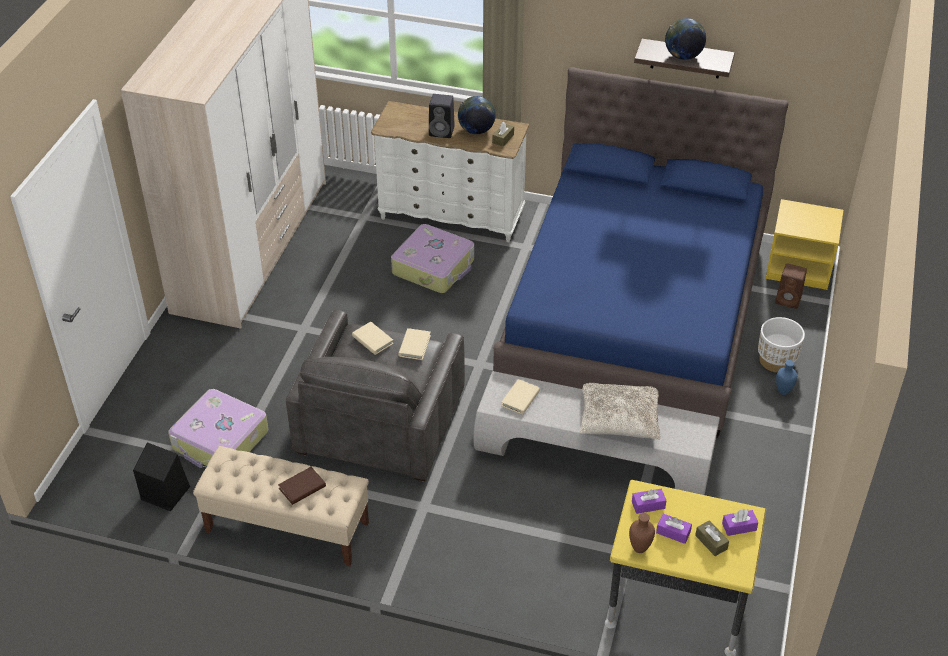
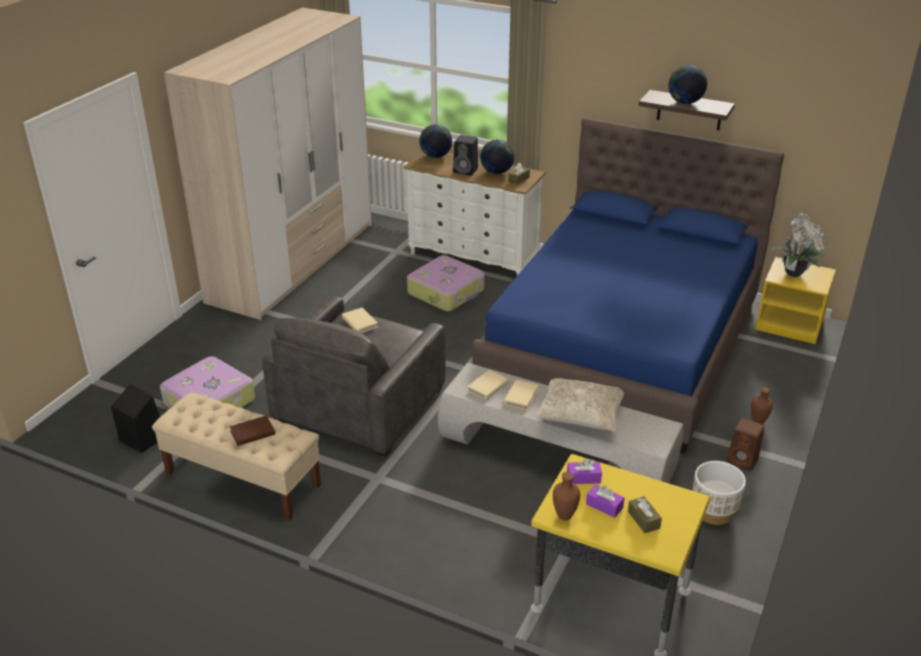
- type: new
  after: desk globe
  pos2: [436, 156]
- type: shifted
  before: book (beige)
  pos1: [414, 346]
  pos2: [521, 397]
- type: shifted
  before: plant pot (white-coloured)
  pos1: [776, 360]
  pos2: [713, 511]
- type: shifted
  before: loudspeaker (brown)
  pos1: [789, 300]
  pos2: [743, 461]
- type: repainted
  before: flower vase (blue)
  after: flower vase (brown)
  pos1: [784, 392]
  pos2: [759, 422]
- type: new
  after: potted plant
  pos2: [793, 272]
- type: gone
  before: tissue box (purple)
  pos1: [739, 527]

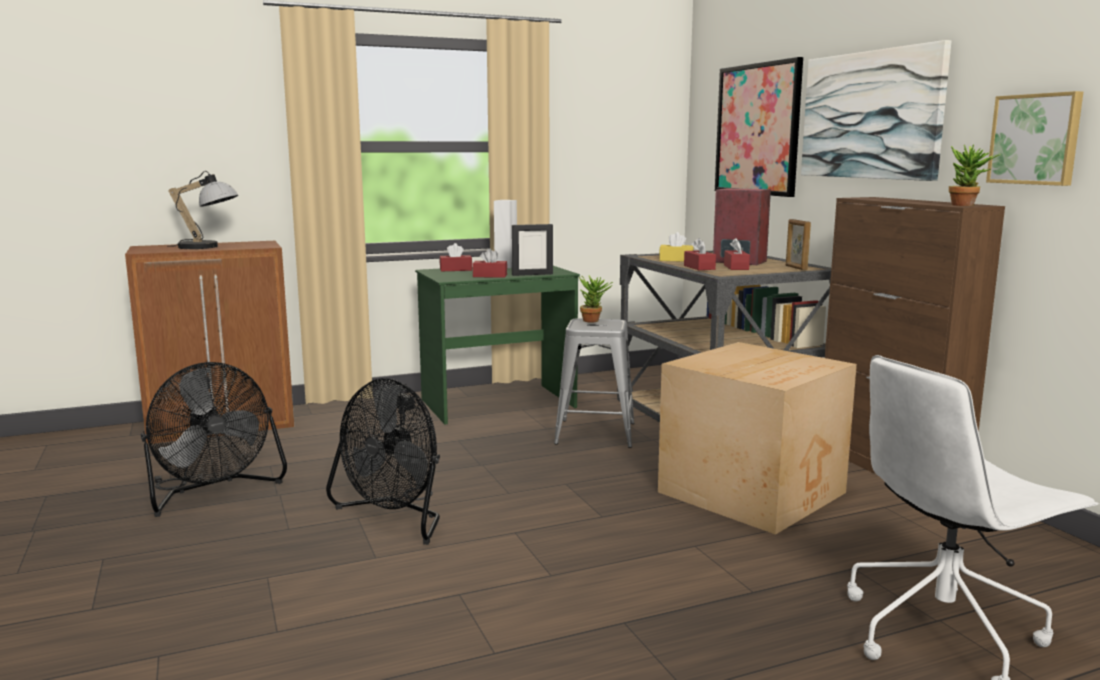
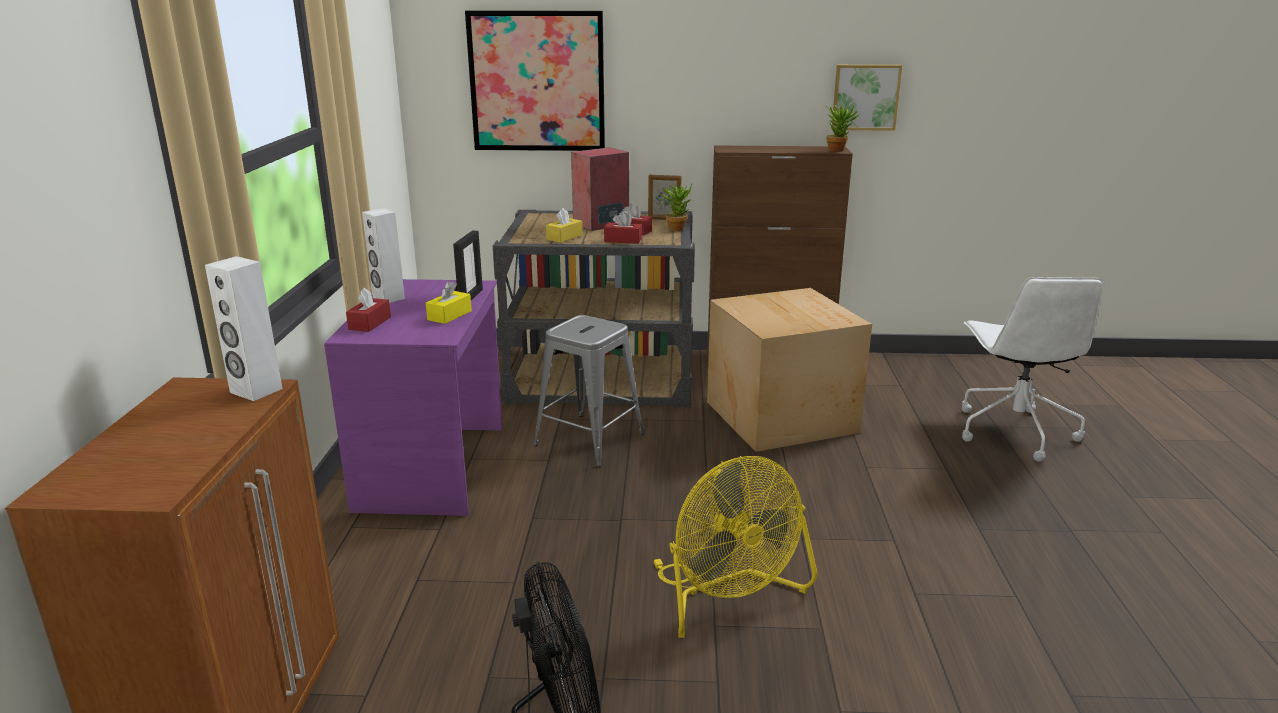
- type: new
  after: loudspeaker (white-coloured)
  pos2: [255, 391]
- type: repainted
  before: desk (green)
  after: desk (purple)
  pos1: [498, 404]
  pos2: [434, 467]
- type: repainted
  before: tissue box (red-coloured)
  after: tissue box (yellow-coloured)
  pos1: [490, 276]
  pos2: [449, 315]
- type: repainted
  before: cooling fan (blackish)
  after: cooling fan (yellow-coloured)
  pos1: [397, 515]
  pos2: [723, 597]
- type: shifted
  before: potted plant
  pos1: [594, 320]
  pos2: [677, 228]
- type: gone
  before: tabletop lamp
  pos1: [208, 247]
- type: gone
  before: wall art
  pos1: [870, 115]

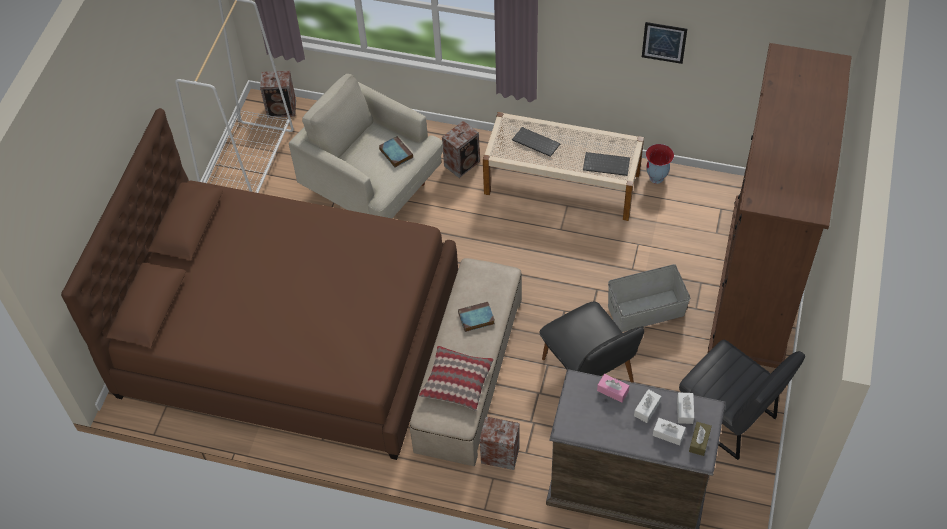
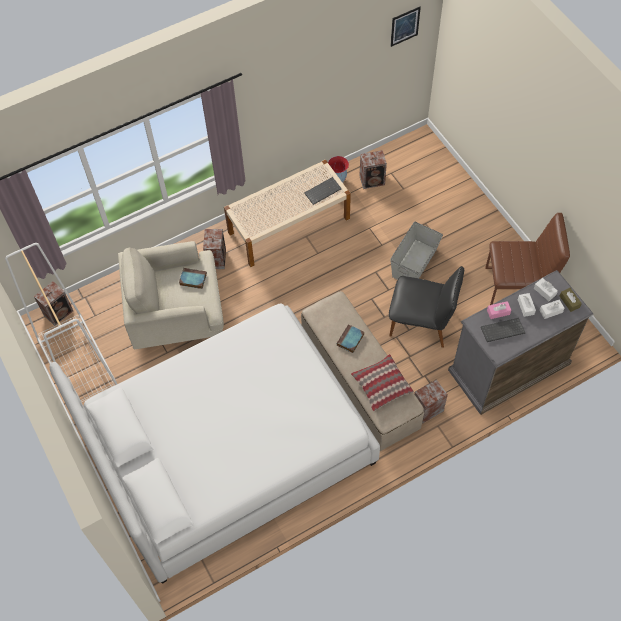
- type: repainted
  before: sleeping bed (brown)
  after: sleeping bed (white-coloured)
  pos1: [289, 335]
  pos2: [229, 448]
- type: new
  after: loudspeaker
  pos2: [373, 180]
- type: shifted
  before: wall art
  pos1: [664, 42]
  pos2: [405, 26]
- type: shifted
  before: keyboard
  pos1: [535, 143]
  pos2: [502, 331]
- type: repainted
  before: plain chair (grey)
  after: plain chair (brown)
  pos1: [728, 417]
  pos2: [517, 286]
- type: gone
  before: clothes cupboard (brown)
  pos1: [758, 281]

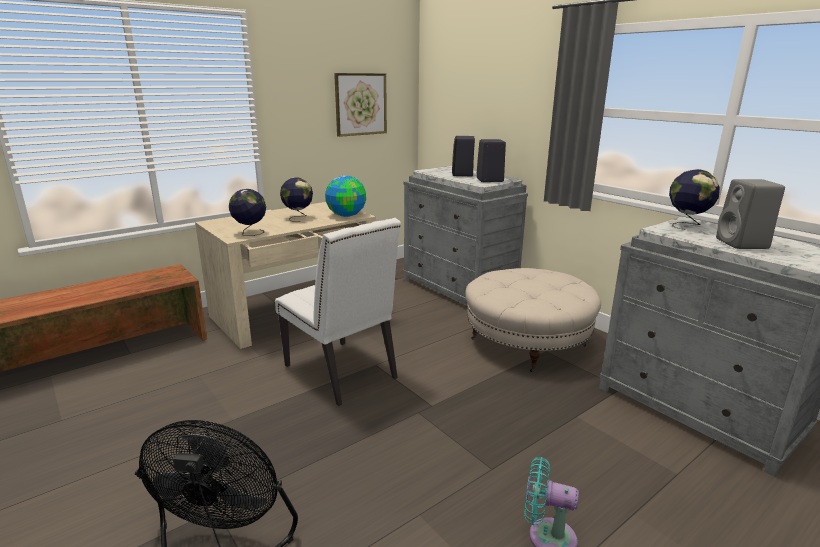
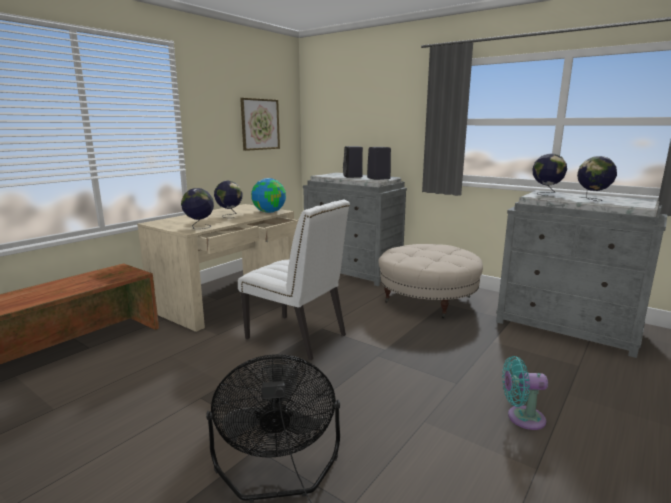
- type: swapped
  before: loudspeaker (grey)
  after: desk globe
  pos1: [743, 244]
  pos2: [592, 200]

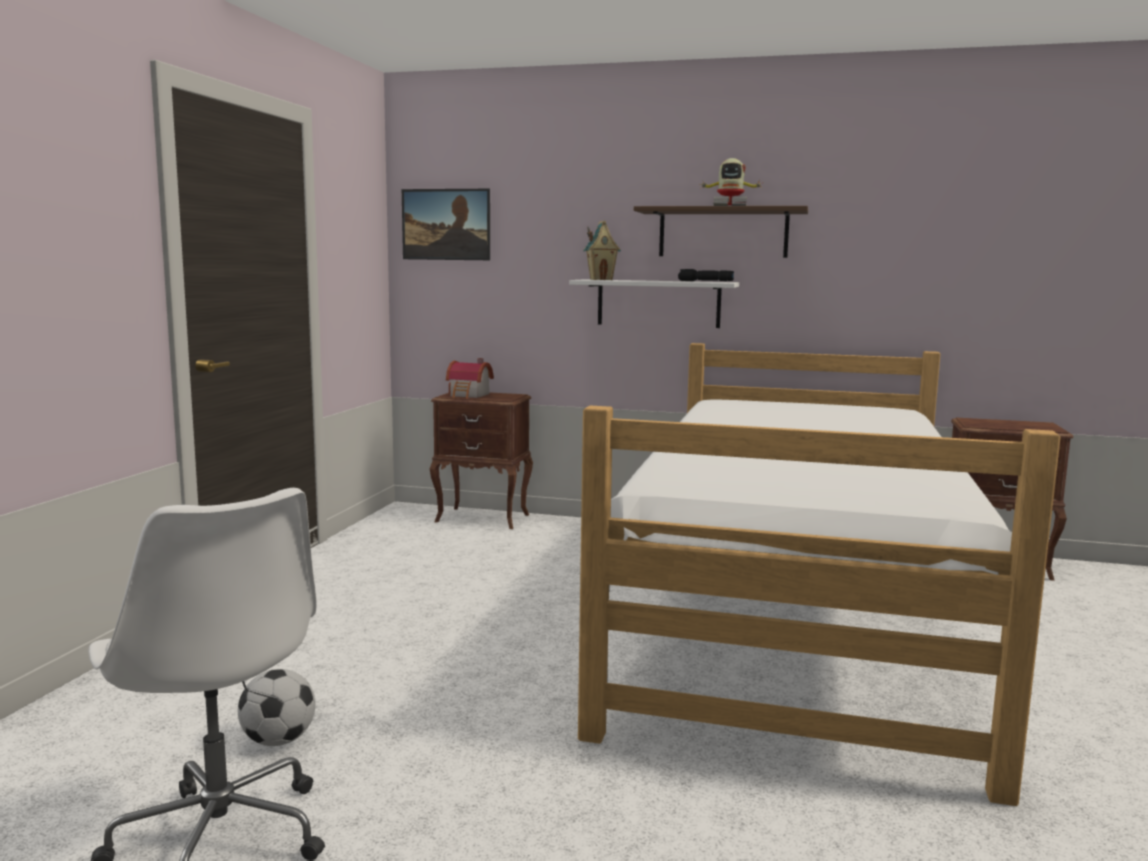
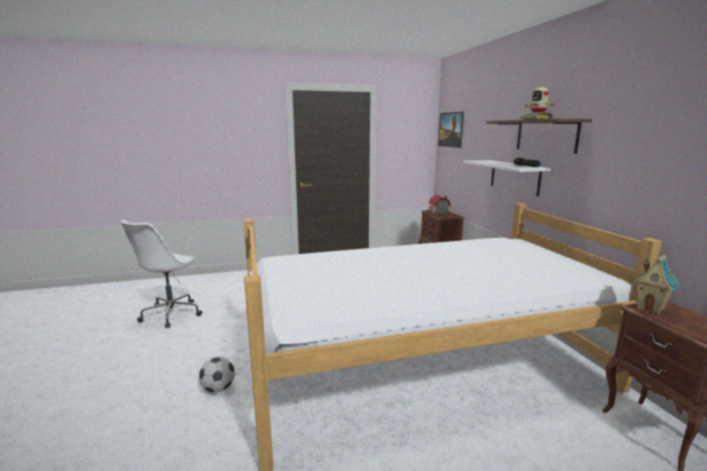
- type: shifted
  before: football ball
  pos1: [278, 741]
  pos2: [218, 388]
- type: shifted
  before: model house
  pos1: [601, 279]
  pos2: [650, 308]

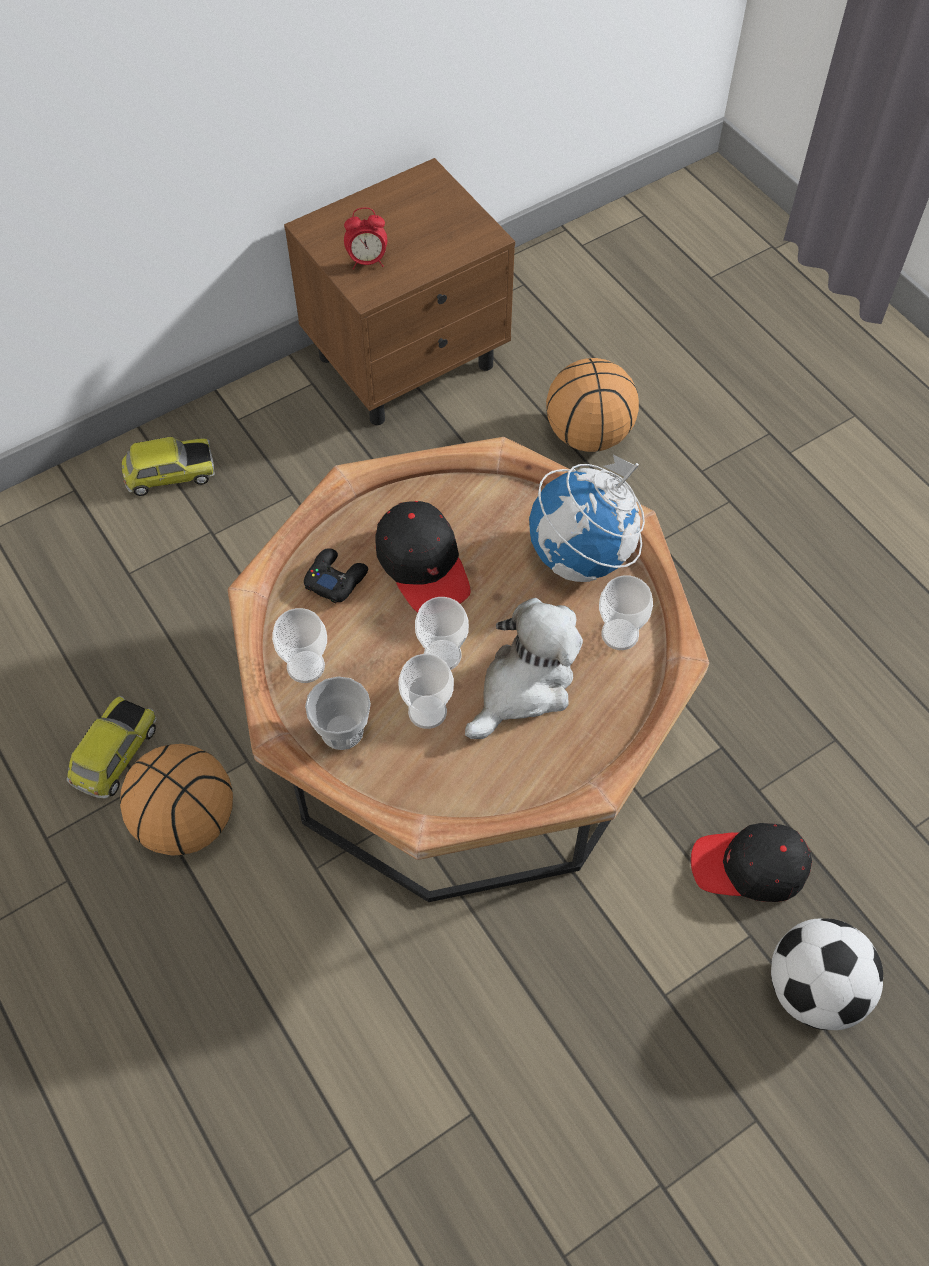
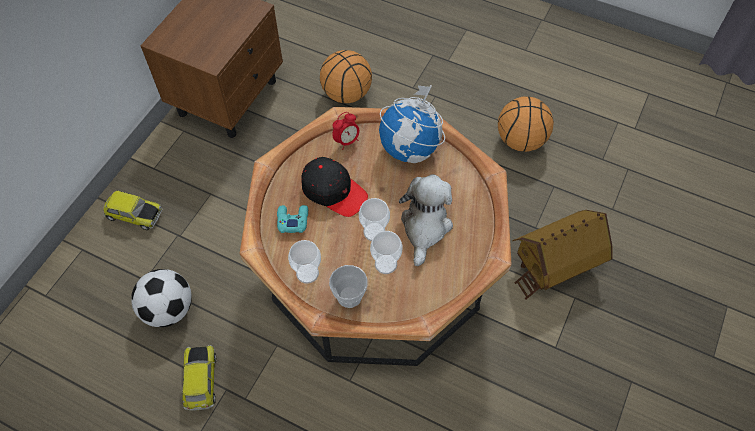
- type: rotated
  before: toy car
  pos1: [170, 474]
  pos2: [134, 215]
  turn: 60
- type: shifted
  before: football ball
  pos1: [814, 989]
  pos2: [169, 309]
- type: repainted
  before: joypad (blackish)
  after: joypad (blue-green)
  pos1: [335, 578]
  pos2: [292, 220]
- type: shifted
  before: table clock
  pos1: [367, 261]
  pos2: [346, 141]
- type: shifted
  before: ball for basketball
  pos1: [187, 822]
  pos2: [521, 141]
- type: swapped
  before: baseball cap (blackish)
  after: model house
  pos1: [749, 867]
  pos2: [554, 266]
- type: gone
  before: cup
  pos1: [620, 634]

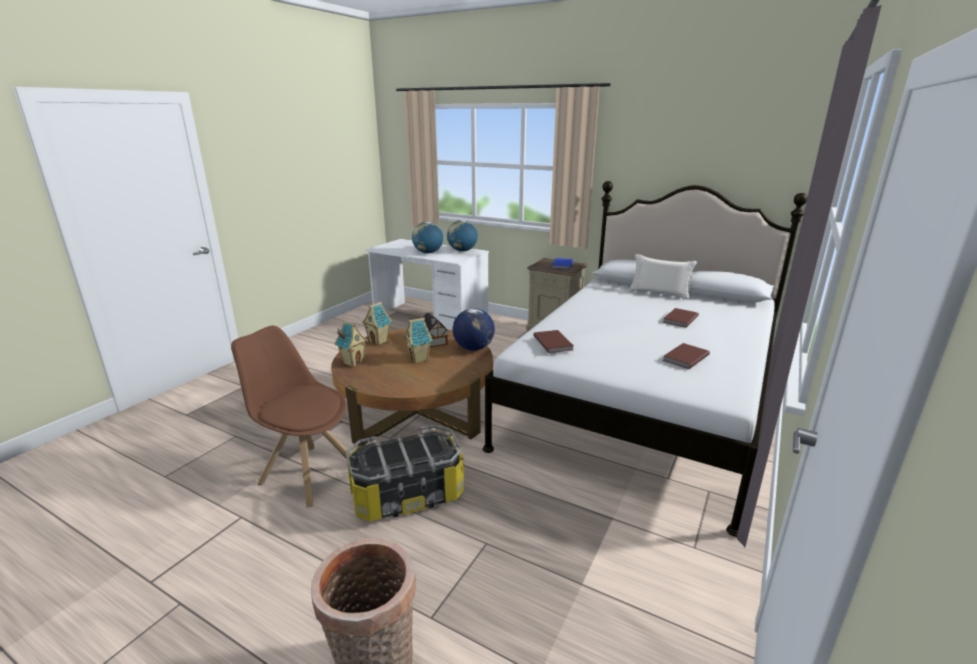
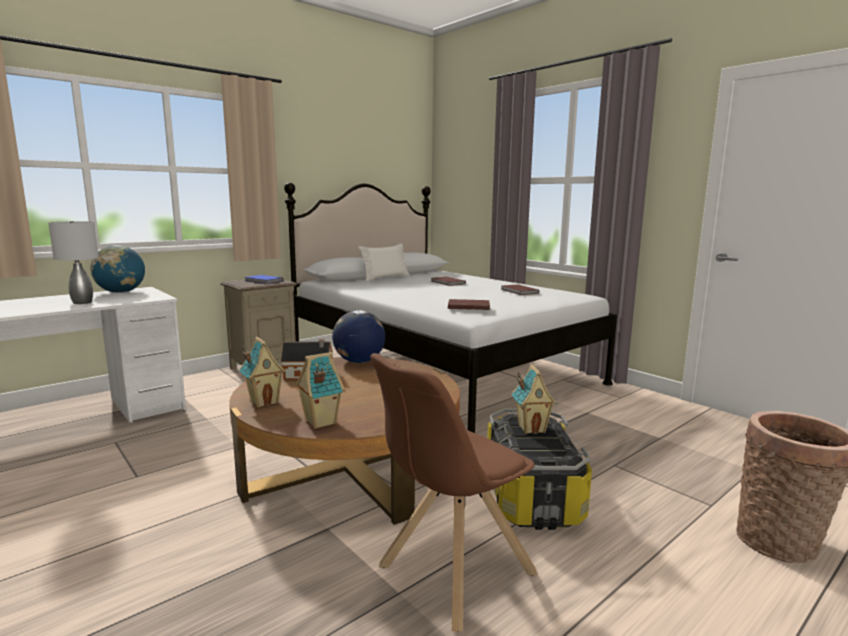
- type: swapped
  before: desk globe
  after: tabletop lamp (grey)
  pos1: [428, 253]
  pos2: [81, 302]
- type: shifted
  before: model house
  pos1: [419, 359]
  pos2: [531, 428]

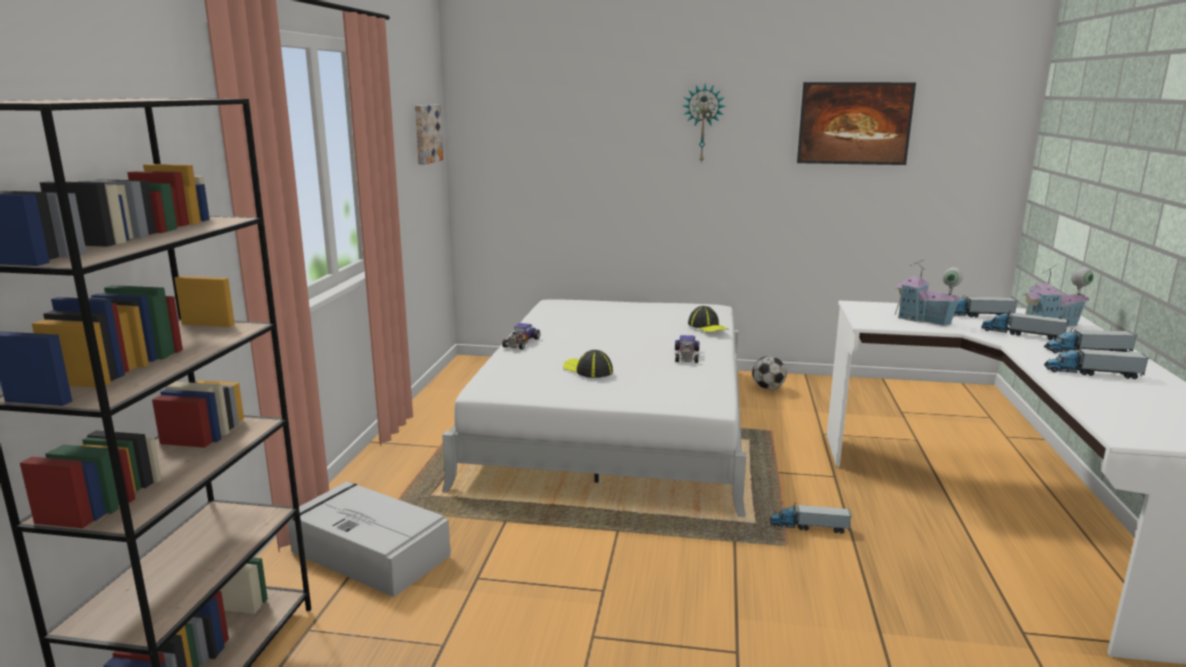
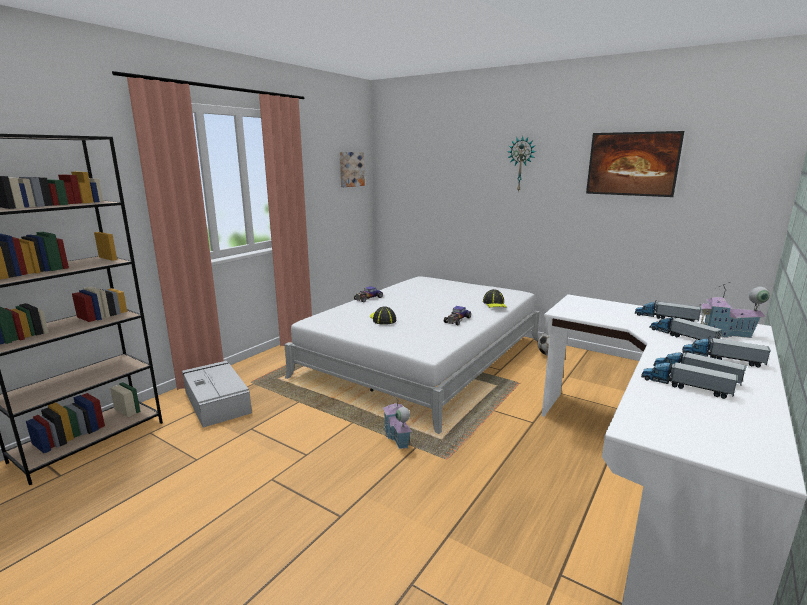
- type: shifted
  before: model house
  pos1: [923, 319]
  pos2: [397, 438]
- type: shifted
  before: model truck
  pos1: [809, 527]
  pos2: [685, 386]

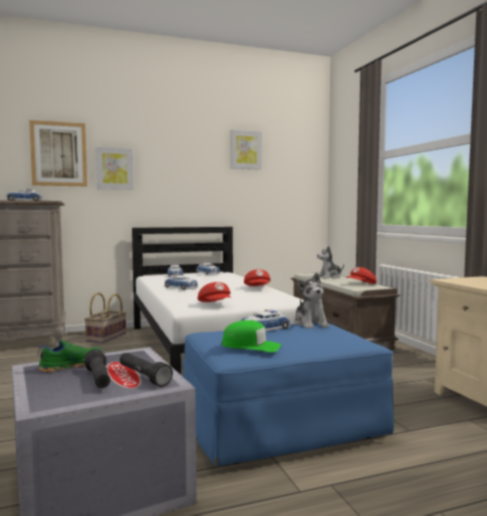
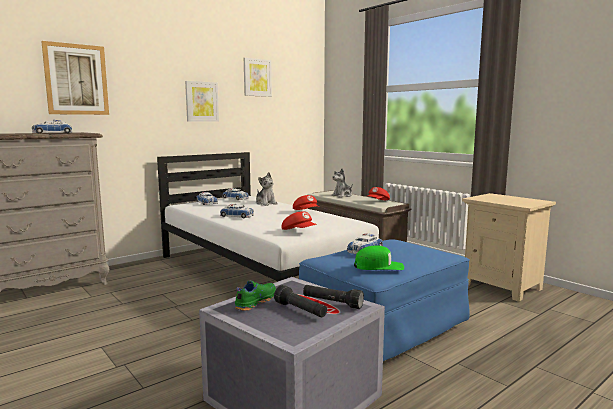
- type: shifted
  before: wall art
  pos1: [114, 168]
  pos2: [201, 101]
- type: shifted
  before: soft toy
  pos1: [310, 324]
  pos2: [266, 203]
- type: gone
  before: basket
  pos1: [107, 337]

